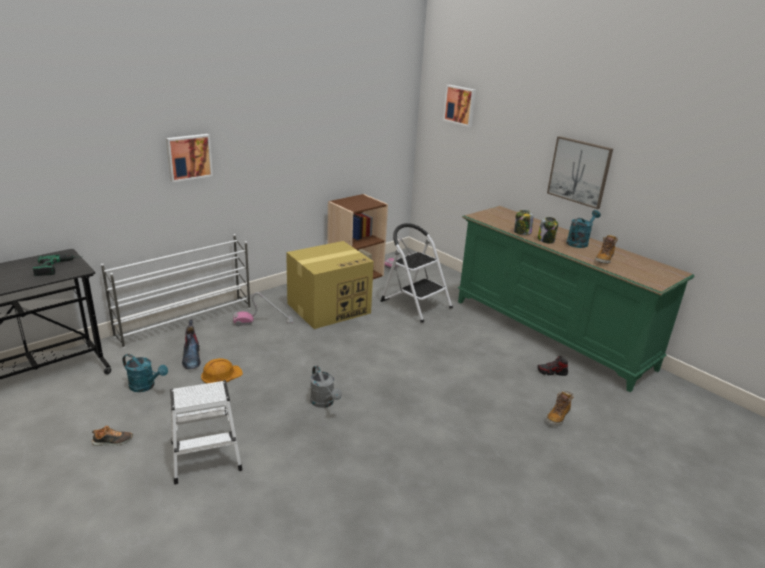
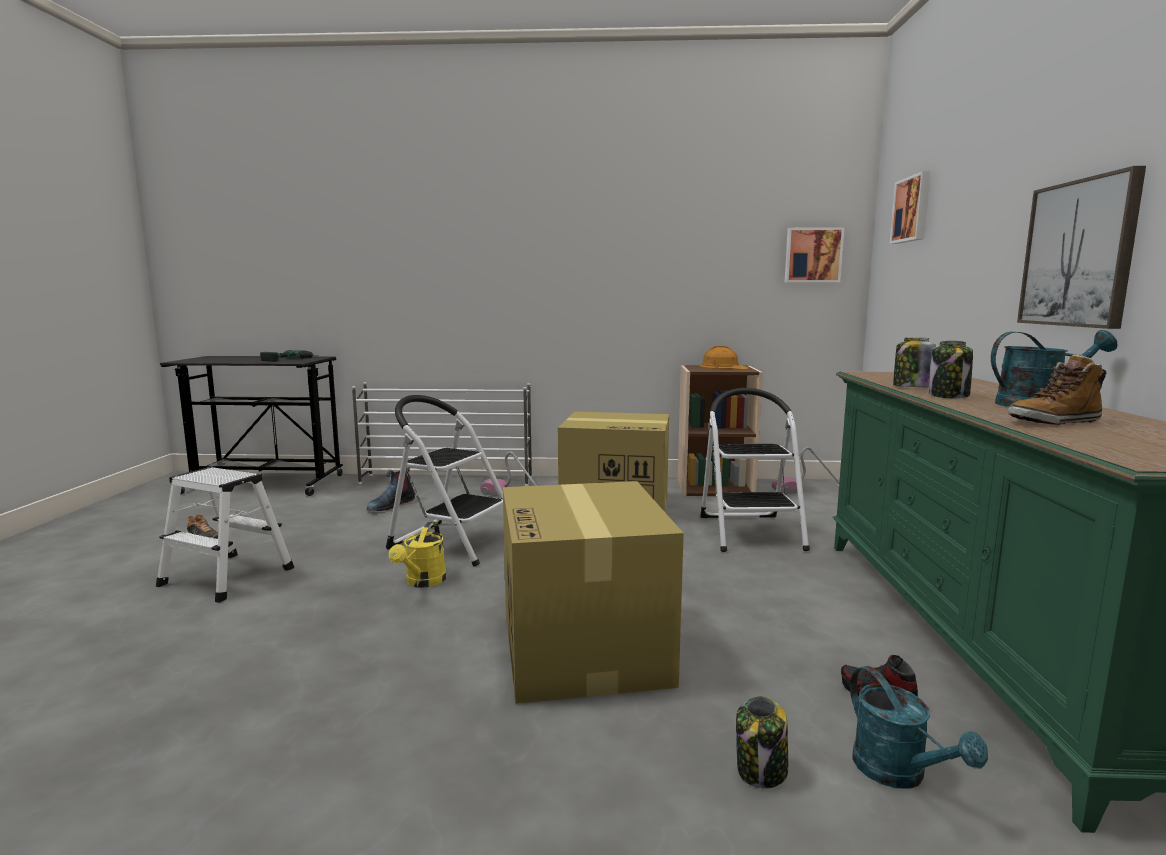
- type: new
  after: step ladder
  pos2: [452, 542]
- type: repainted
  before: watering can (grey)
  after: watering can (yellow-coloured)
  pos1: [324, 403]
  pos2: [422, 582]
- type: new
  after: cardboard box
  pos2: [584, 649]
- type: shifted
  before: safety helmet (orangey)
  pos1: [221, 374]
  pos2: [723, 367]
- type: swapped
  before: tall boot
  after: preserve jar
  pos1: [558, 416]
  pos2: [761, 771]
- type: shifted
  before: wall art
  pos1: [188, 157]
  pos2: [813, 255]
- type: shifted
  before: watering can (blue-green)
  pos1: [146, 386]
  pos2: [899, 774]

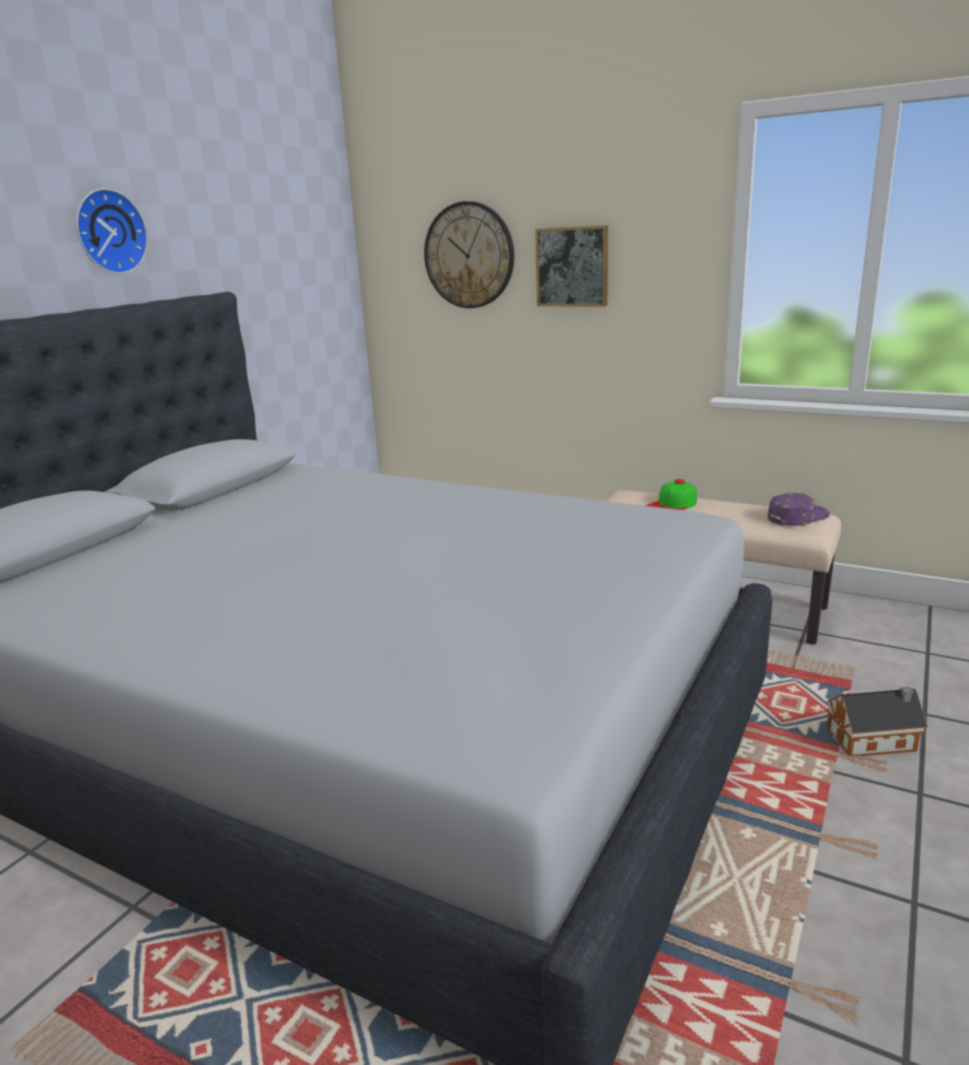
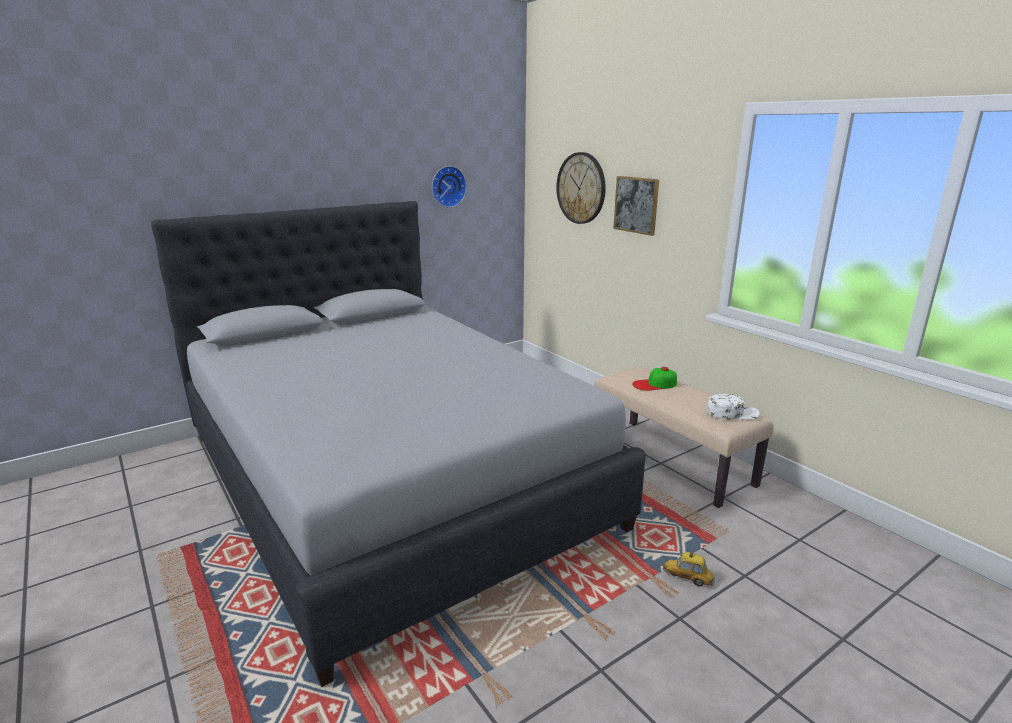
- type: shifted
  before: wall clock
  pos1: [108, 232]
  pos2: [447, 186]
- type: swapped
  before: model house
  after: toy car
  pos1: [874, 740]
  pos2: [687, 578]
- type: repainted
  before: baseball cap (purple)
  after: baseball cap (white-coloured)
  pos1: [797, 517]
  pos2: [731, 413]

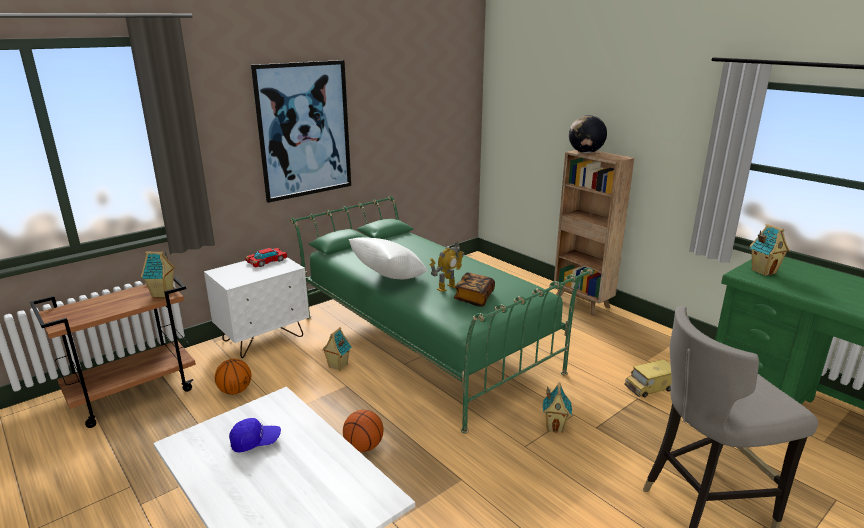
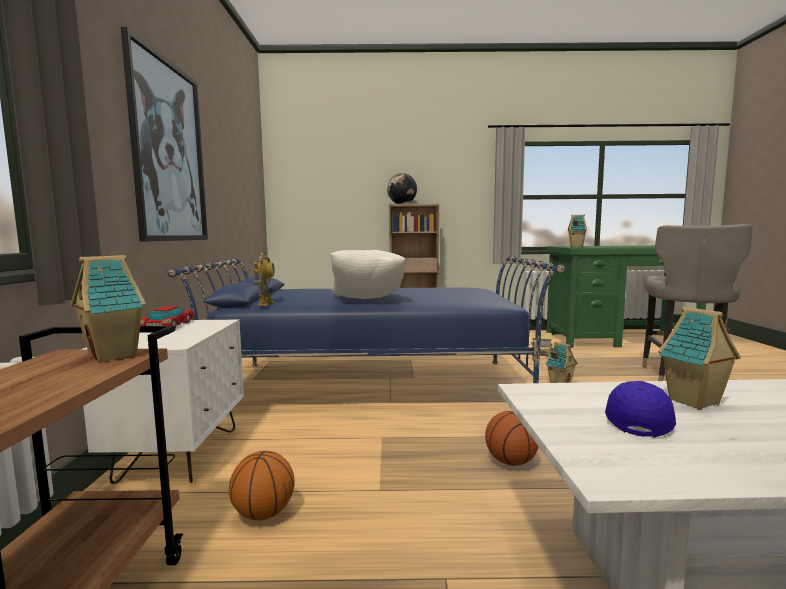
- type: repainted
  before: sleeping bed (green)
  after: sleeping bed (blue)
  pos1: [425, 344]
  pos2: [372, 386]
- type: shifted
  before: robot figure
  pos1: [447, 287]
  pos2: [265, 303]
- type: shifted
  before: model house
  pos1: [337, 366]
  pos2: [694, 402]
- type: gone
  before: book
  pos1: [474, 298]

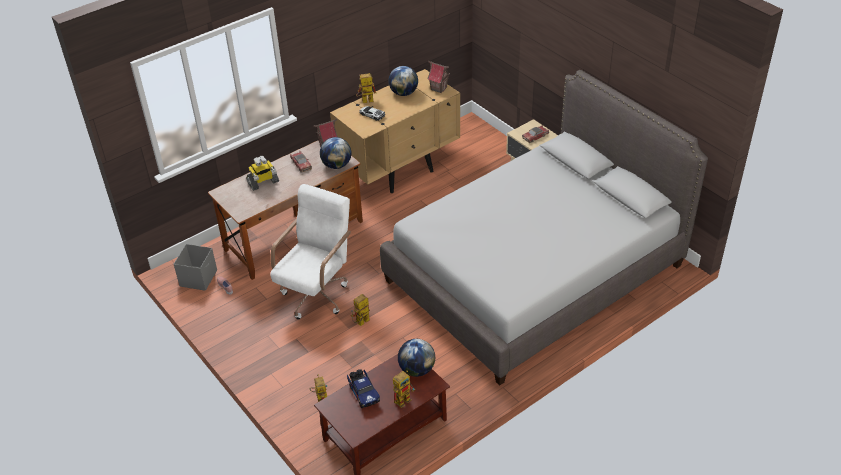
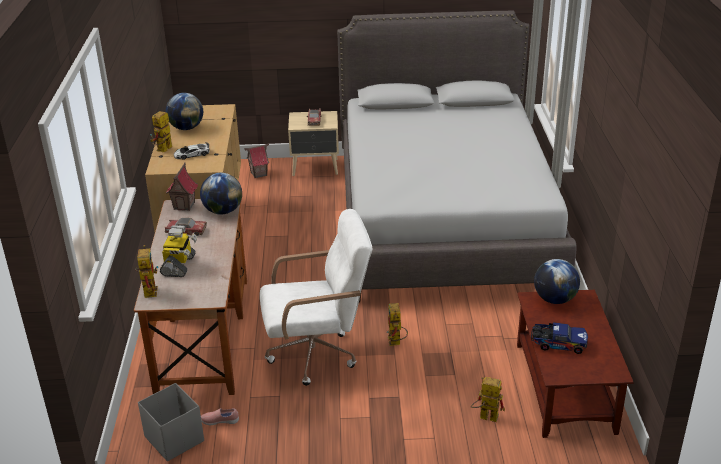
- type: shifted
  before: robot figure
  pos1: [404, 398]
  pos2: [149, 289]
- type: shifted
  before: model house
  pos1: [439, 88]
  pos2: [258, 174]
- type: rotated
  before: office chair (white-coloured)
  pos1: [317, 294]
  pos2: [318, 355]
  turn: 105

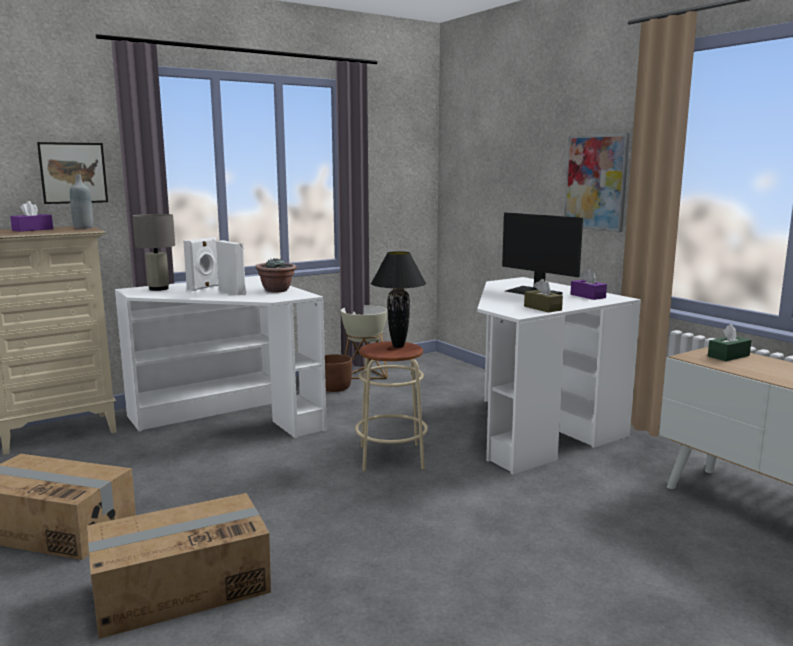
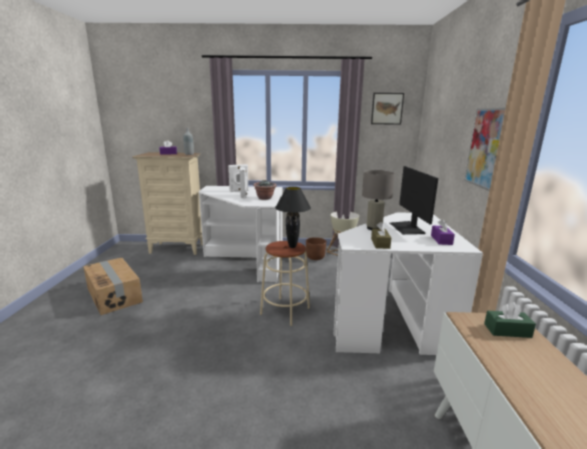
- type: shifted
  before: tabletop lamp (grey)
  pos1: [158, 289]
  pos2: [373, 228]
- type: shifted
  before: wall art
  pos1: [73, 173]
  pos2: [387, 108]
- type: gone
  before: cardboard box
  pos1: [181, 587]

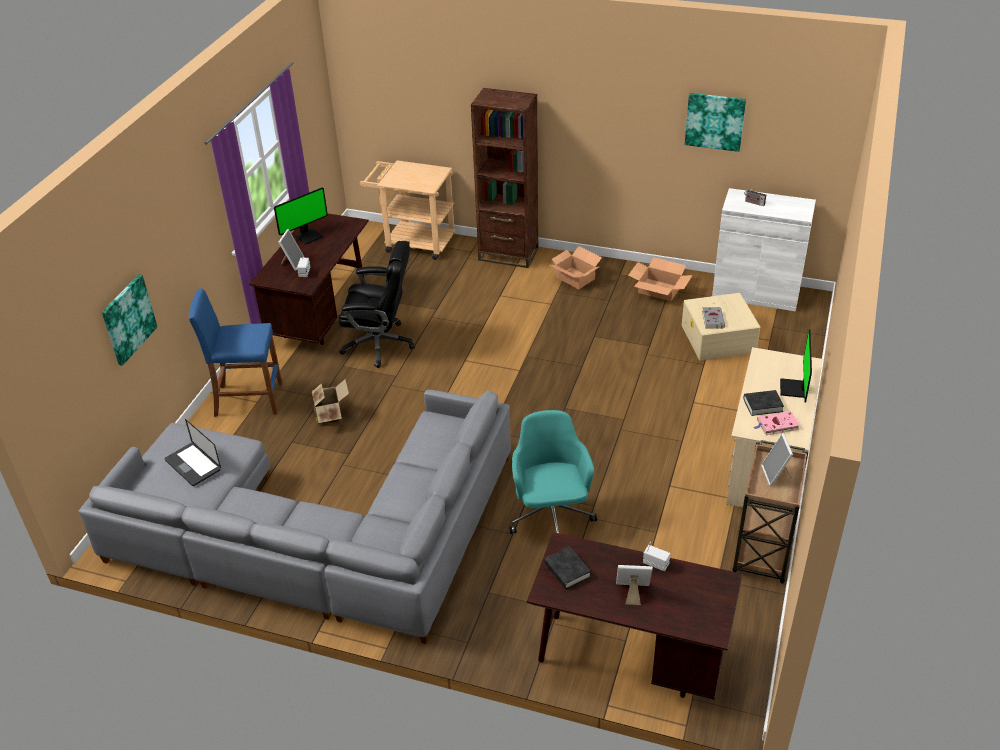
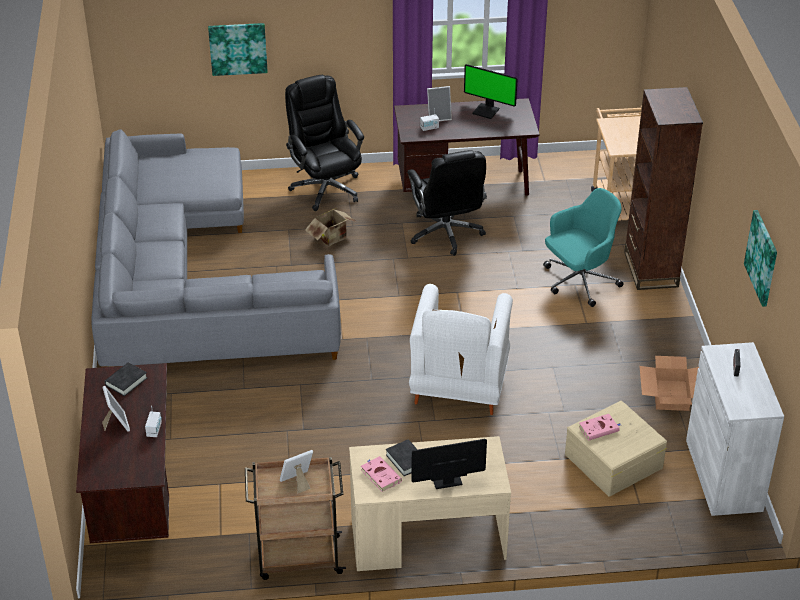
- type: swapped
  before: stool (blue)
  after: office chair (blackish)
  pos1: [248, 399]
  pos2: [325, 188]
- type: new
  after: easy chair (white-coloured)
  pos2: [458, 388]
- type: shifted
  before: office chair (blue-green)
  pos1: [551, 515]
  pos2: [579, 282]
- type: repainted
  before: book (grey)
  after: book (pinkish)
  pos1: [712, 319]
  pos2: [599, 429]
- type: gone
  before: notebook computer
  pos1: [193, 465]
- type: gone
  before: cardboard box
  pos1: [575, 278]

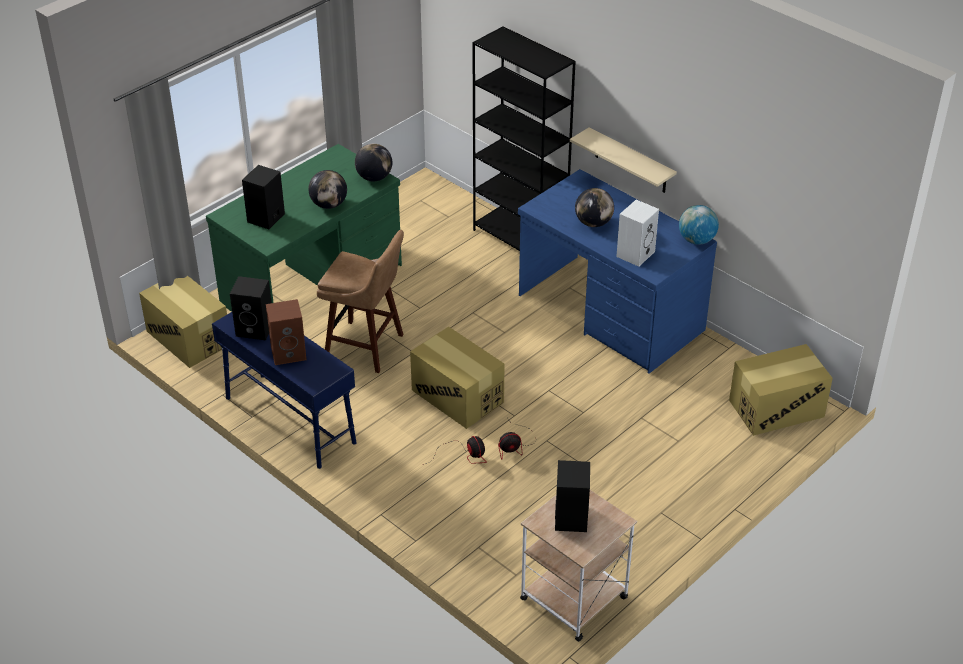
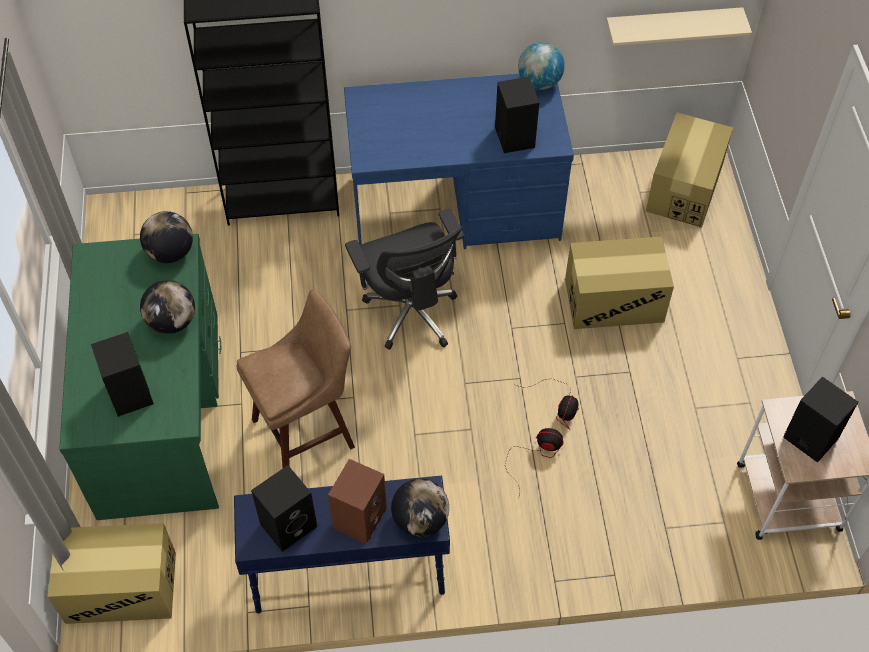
- type: new
  after: office chair
  pos2: [410, 310]
- type: shifted
  before: desk globe
  pos1: [593, 223]
  pos2: [420, 520]
- type: repainted
  before: loudspeaker (white-coloured)
  after: loudspeaker (blackish)
  pos1: [635, 253]
  pos2: [513, 136]
- type: shifted
  before: cardboard box
  pos1: [457, 396]
  pos2: [614, 300]
- type: shifted
  before: bracket shelf (beige)
  pos1: [631, 161]
  pos2: [672, 26]

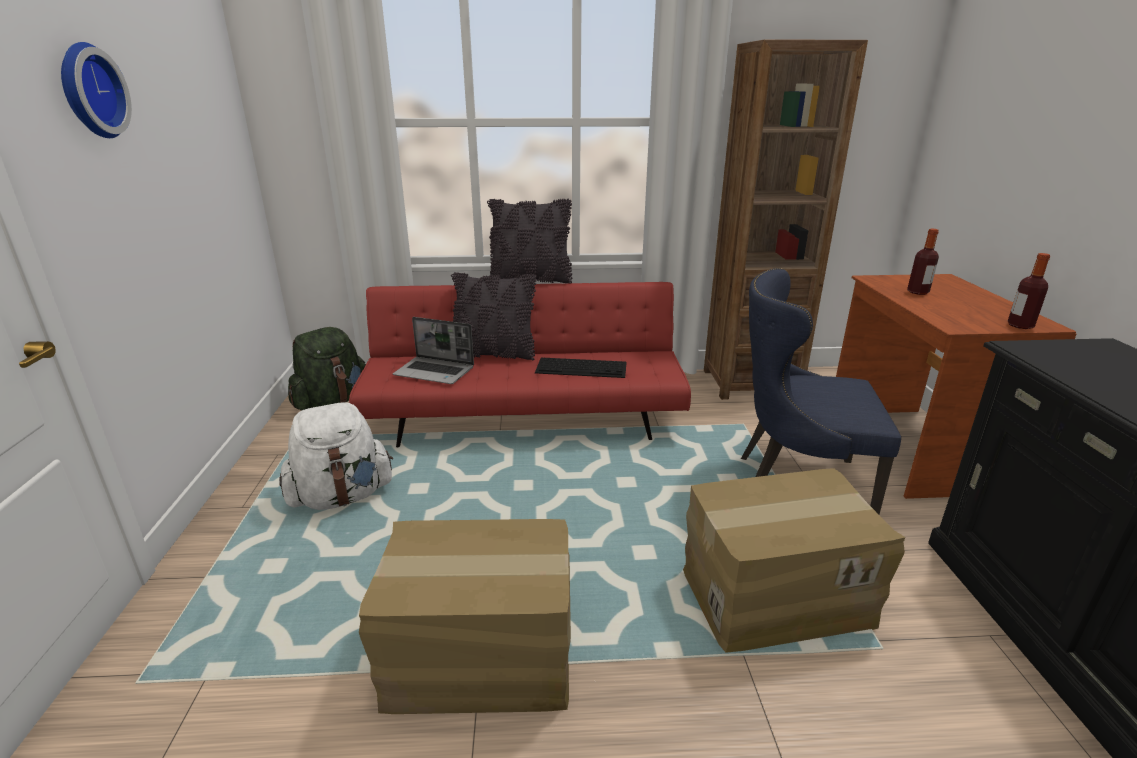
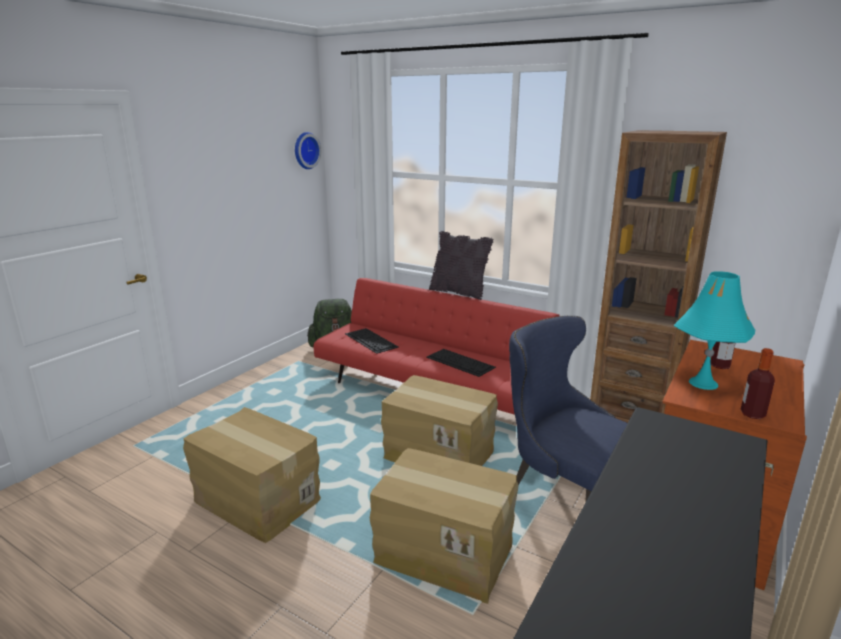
- type: shifted
  before: wall clock
  pos1: [88, 91]
  pos2: [305, 150]
- type: swapped
  before: notebook computer
  after: keyboard
  pos1: [435, 372]
  pos2: [371, 340]
- type: new
  after: cardboard box
  pos2: [439, 454]
- type: new
  after: tabletop lamp (blue-green)
  pos2: [703, 383]
- type: gone
  before: rucksack (white-coloured)
  pos1: [342, 496]
- type: gone
  before: throw pillow (blackish)
  pos1: [495, 354]

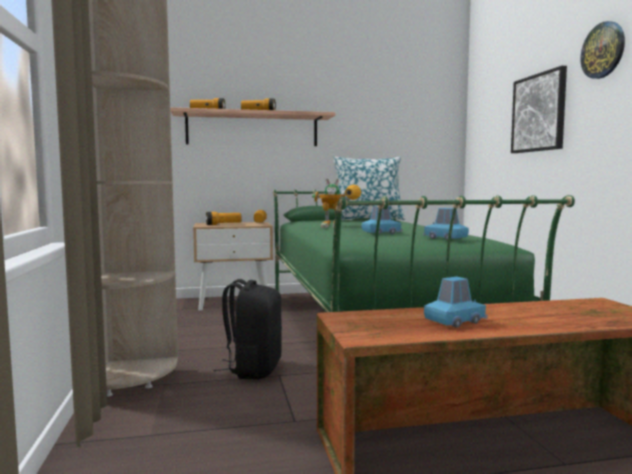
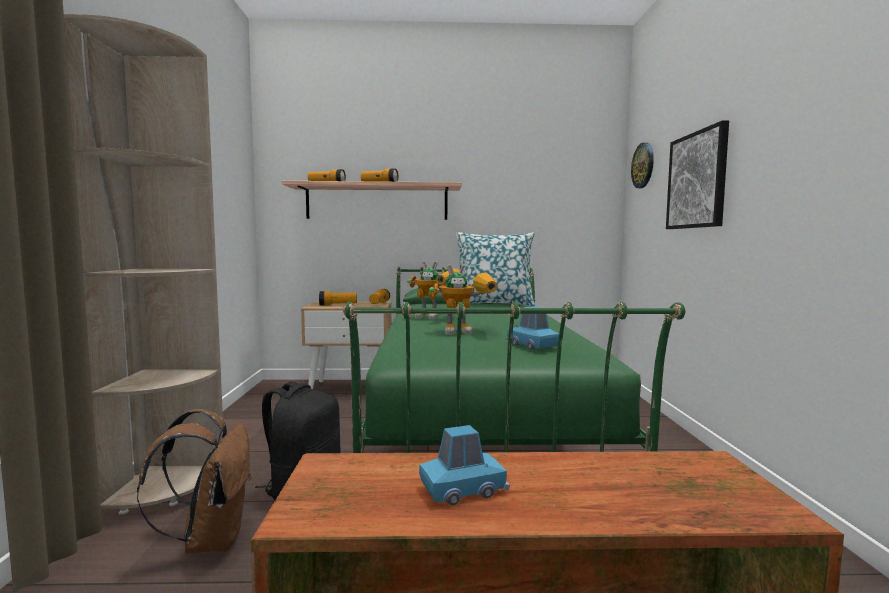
- type: new
  after: rucksack (brown)
  pos2: [211, 539]
- type: swapped
  before: toy car (blue)
  after: robot figure
  pos1: [381, 233]
  pos2: [467, 331]
- type: shifted
  before: wall clock
  pos1: [603, 50]
  pos2: [643, 165]

